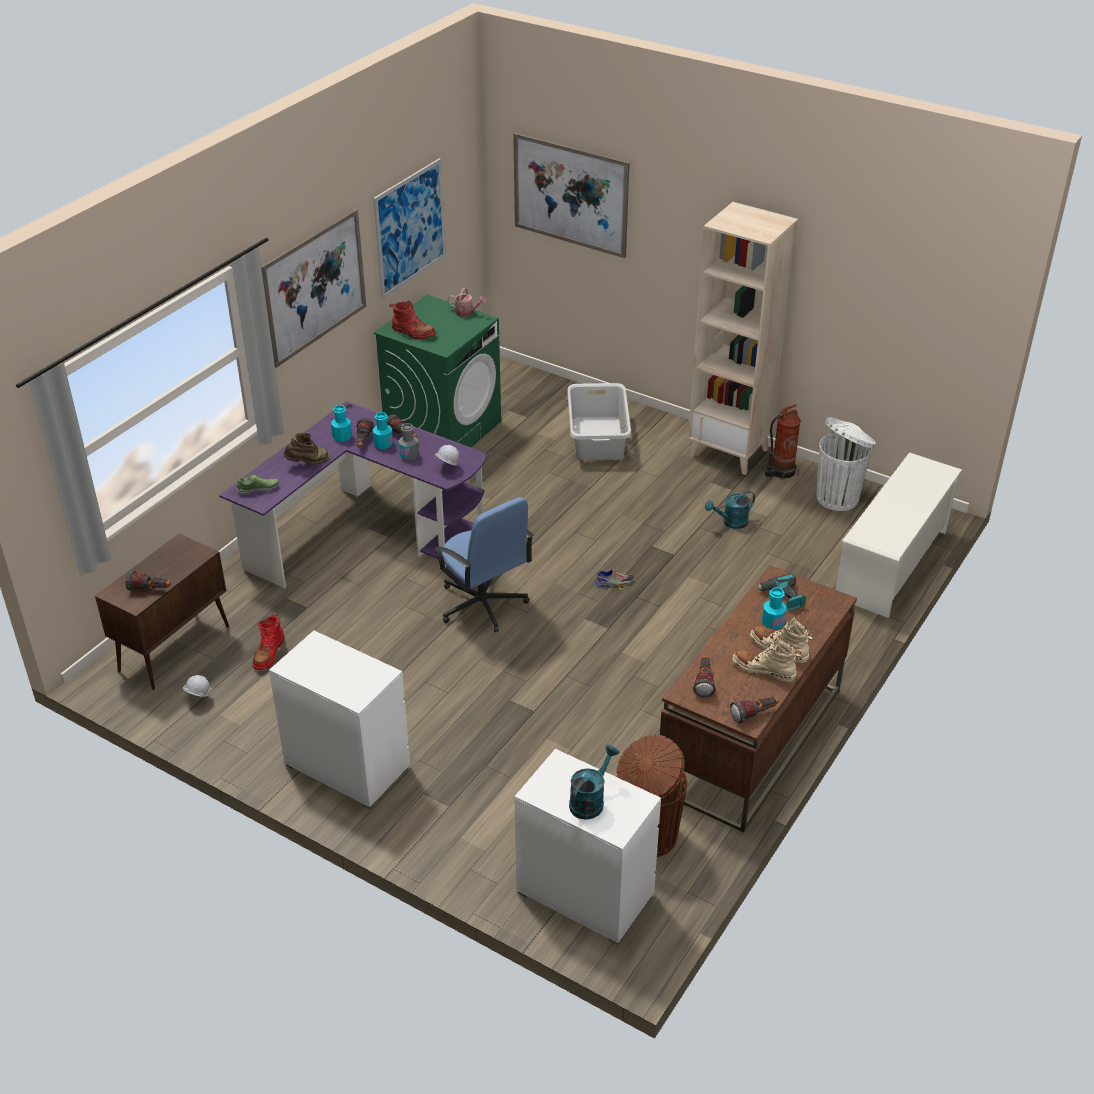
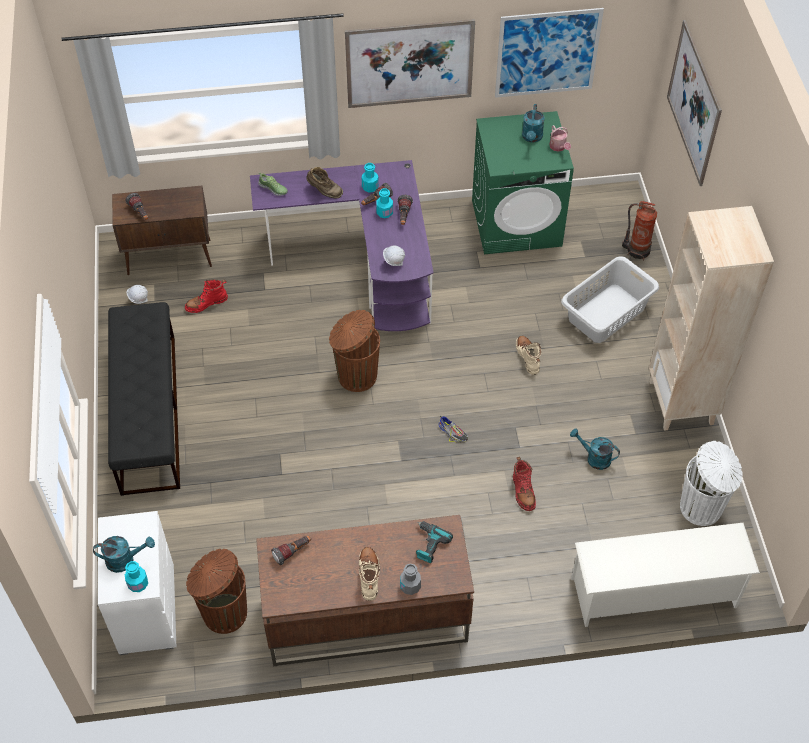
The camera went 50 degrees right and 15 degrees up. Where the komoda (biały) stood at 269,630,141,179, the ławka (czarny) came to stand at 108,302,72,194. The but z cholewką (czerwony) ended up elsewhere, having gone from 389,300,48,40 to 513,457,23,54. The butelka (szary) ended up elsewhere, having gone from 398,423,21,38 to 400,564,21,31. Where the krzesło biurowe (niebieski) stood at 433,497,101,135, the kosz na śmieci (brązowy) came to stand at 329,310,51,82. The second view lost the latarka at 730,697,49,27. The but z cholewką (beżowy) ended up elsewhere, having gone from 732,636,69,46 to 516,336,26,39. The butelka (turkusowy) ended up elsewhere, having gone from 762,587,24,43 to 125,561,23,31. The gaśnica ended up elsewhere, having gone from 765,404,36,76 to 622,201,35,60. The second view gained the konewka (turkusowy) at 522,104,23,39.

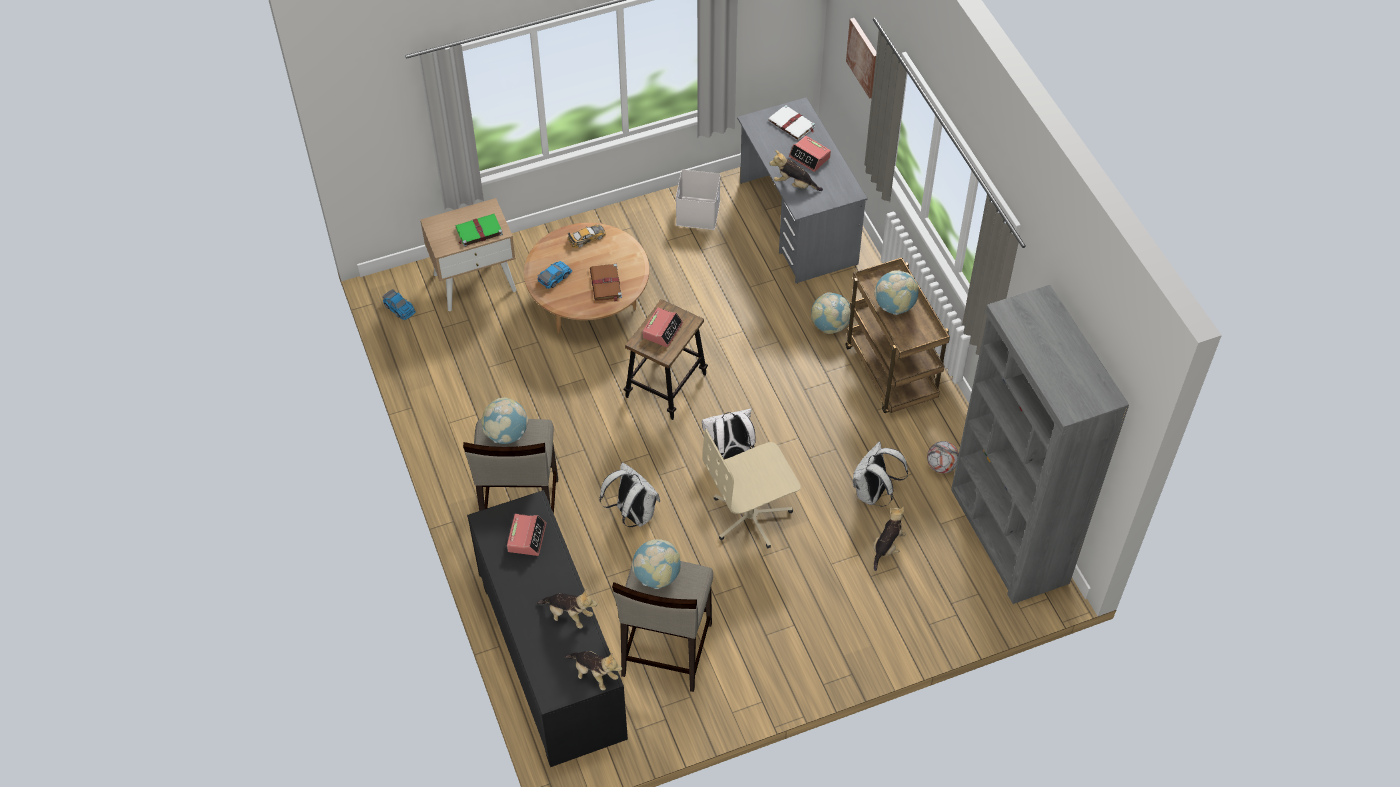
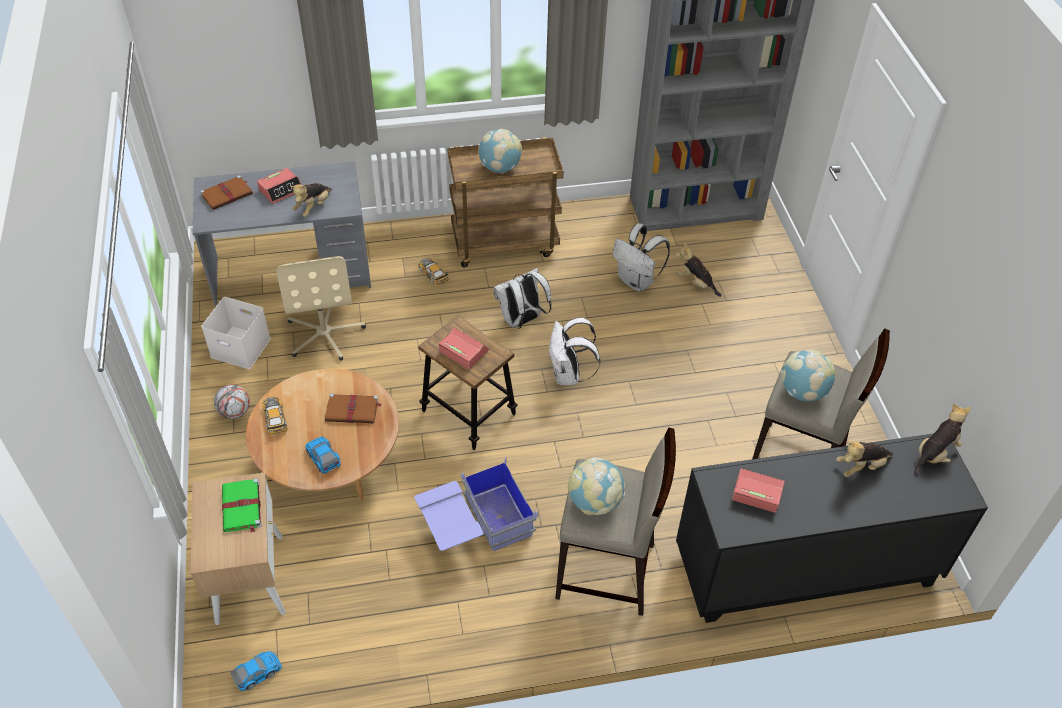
The camera went 80 degrees left and 5 degrees down. The pluszak at 537,590,60,39 ended up facing another way, 150 degrees counterclockwise from before. The plecak (biały) ended up elsewhere, having gone from 599,463,61,64 to 493,268,59,61. The krzesło biurowe (beżowy) ended up elsewhere, having gone from 702,429,99,119 to 277,256,89,105. What was the książka (biały) at 768,105,47,35 turned into the książka (brązowy) at 200,175,53,35. Where the globus stood at 811,292,40,42, the samochodzik came to stand at 418,258,31,28. The second view lost the obraz at 846,18,30,81. The piłka futbolowa ended up elsewhere, having gone from 927,441,32,32 to 214,384,36,35. The second view gained the pojemnik do przechowywania (niebieski) at 414,456,124,95.

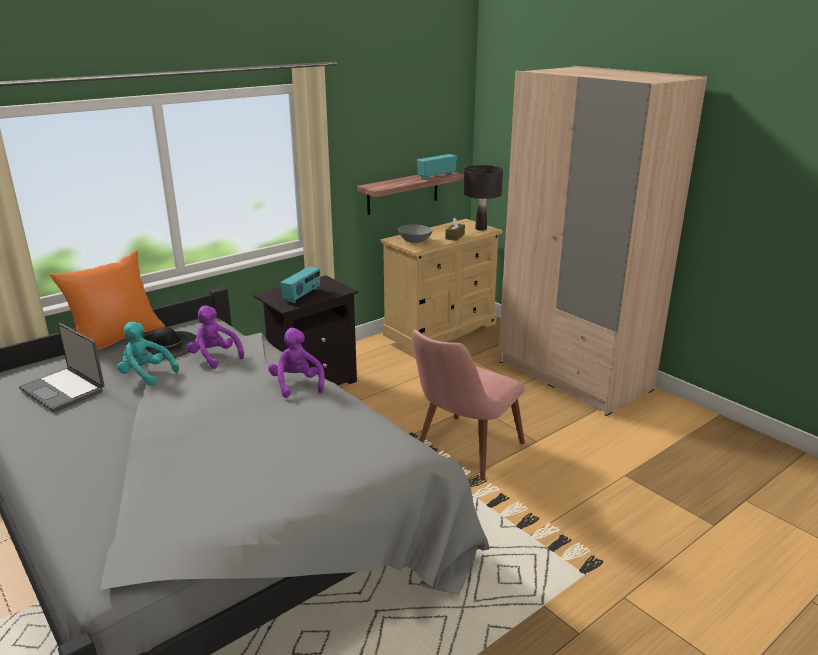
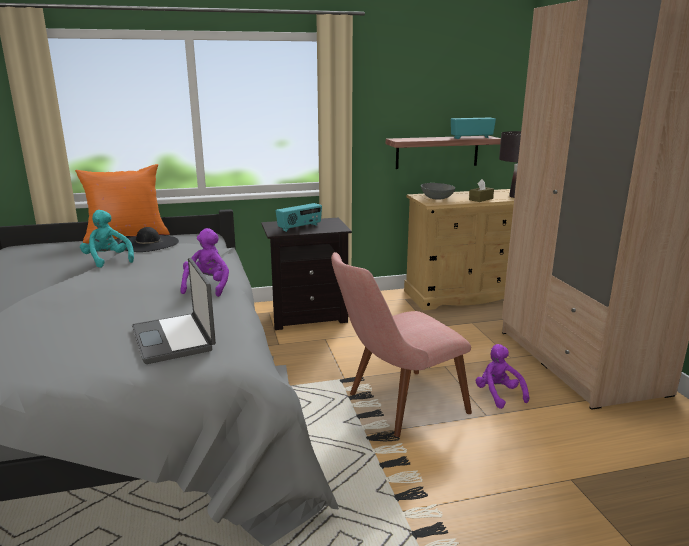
The camera went 25 degrees right and 5 degrees down. The laptop ended up elsewhere, having gone from 19,323,86,89 to 132,258,84,106. The pluszak (fioletowy) ended up elsewhere, having gone from 187,306,57,63 to 476,344,53,65.

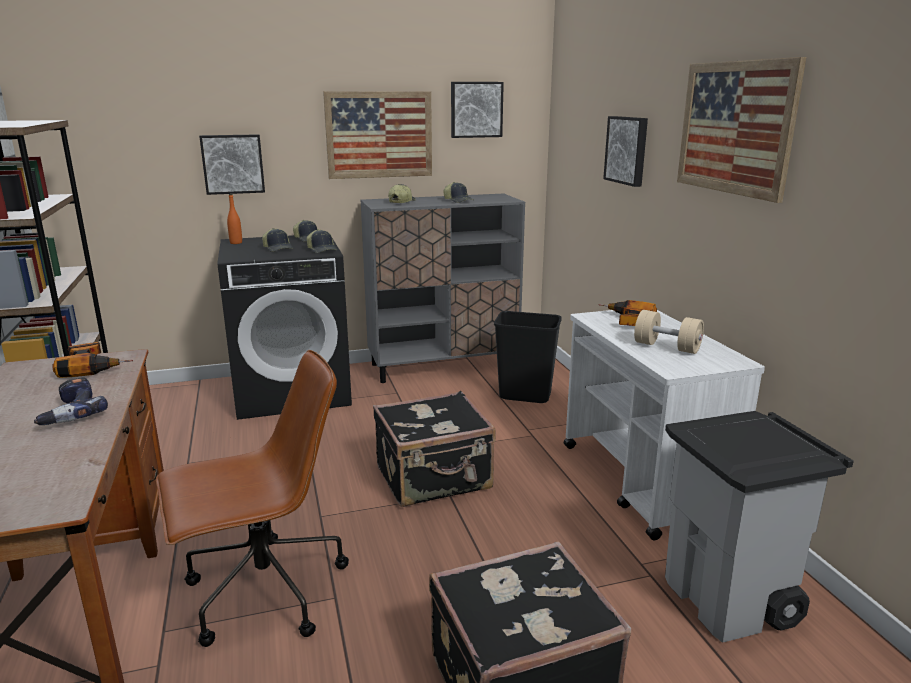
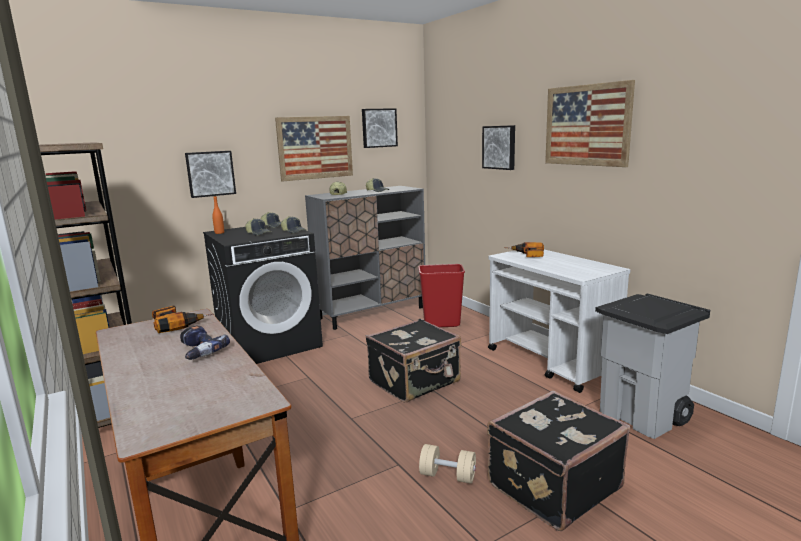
The camera went 15 degrees left and 5 degrees down. The second view lost the krzesło biurowe (brązowy) at 156,350,193,297. What was the kosz na śmieci (czarny) at 494,311,68,92 turned into the kosz na śmieci (czerwony) at 418,264,47,63. The hantel (beżowy) ended up elsewhere, having gone from 634,310,70,44 to 419,444,57,40.

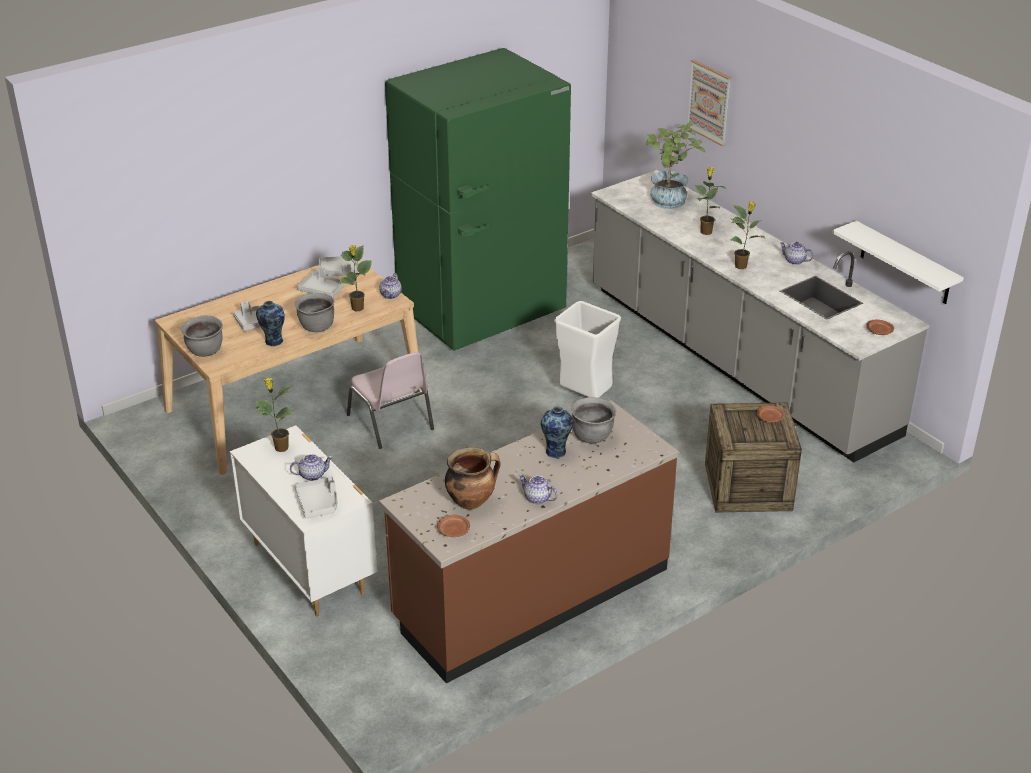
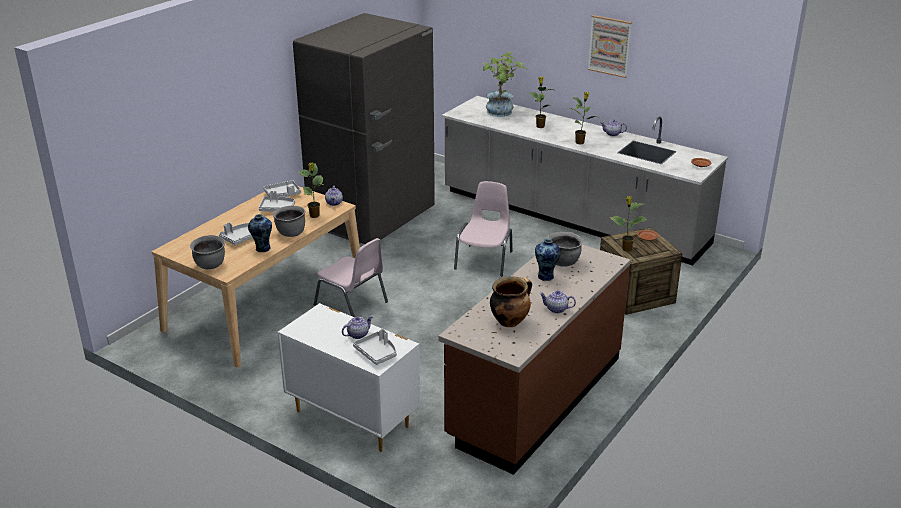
The camera went 20 degrees left and 5 degrees down. The roślina doniczkowa ended up elsewhere, having gone from 256,378,38,74 to 610,196,38,56. What was the lodówka (zielony) at 385,48,186,303 turned into the lodówka (szary) at 293,13,142,231. The second view lost the talerz (brązowy) at 437,514,33,23. Where the kosz na śmieci (biały) stood at 554,301,67,97, the krzesło (różowy) came to stand at 454,181,59,95. The obraz ended up elsewhere, having gone from 687,59,44,87 to 588,15,44,63. The second view lost the półka (biały) at 832,221,132,83.

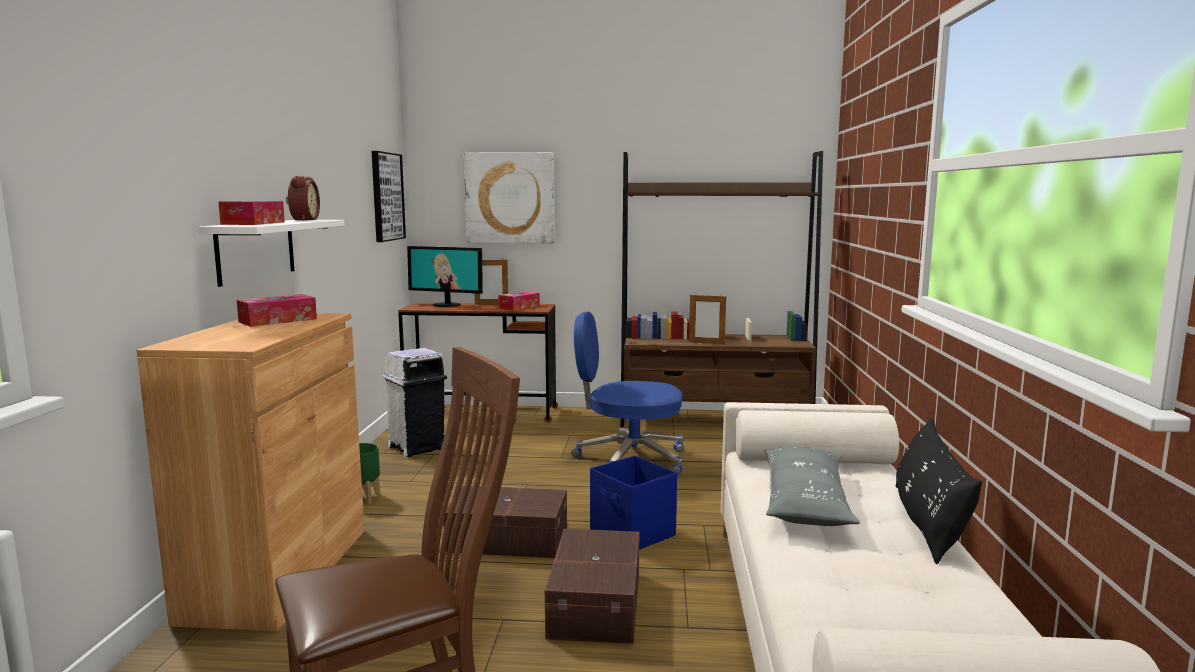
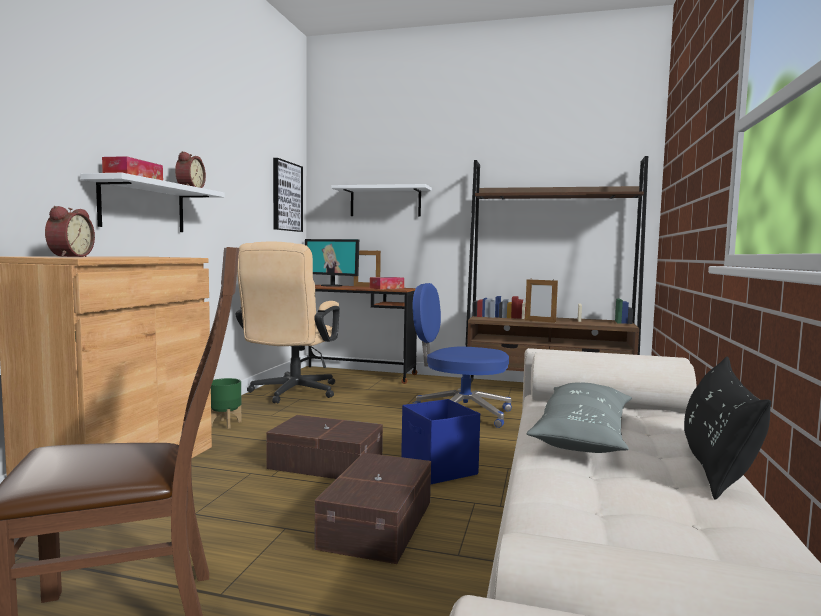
The camera went 10 degrees right and 5 degrees down. The second view lost the pudełko chusteczek at 237,294,80,33. Where the kosz na śmieci (biały) stood at 383,348,64,109, the krzesło biurowe (beżowy) came to stand at 235,242,105,162. Where the obraz hung at 464,152,91,92, the półka (biały) came to hang at 331,184,101,32. The second view gained the budzik at 45,206,50,51.

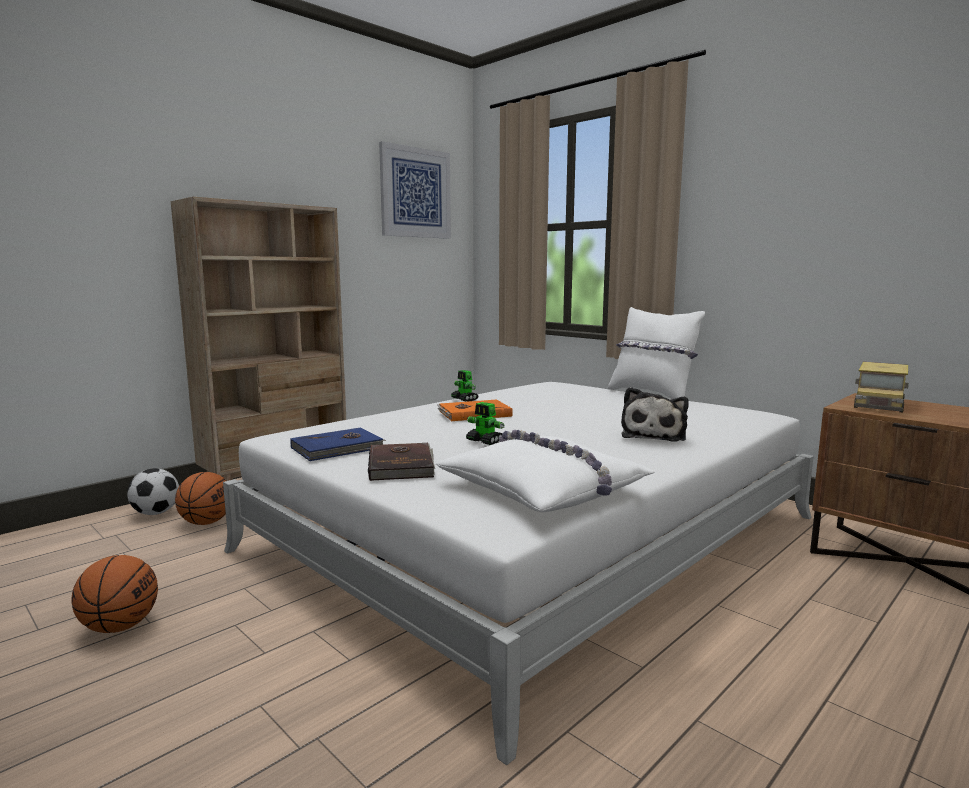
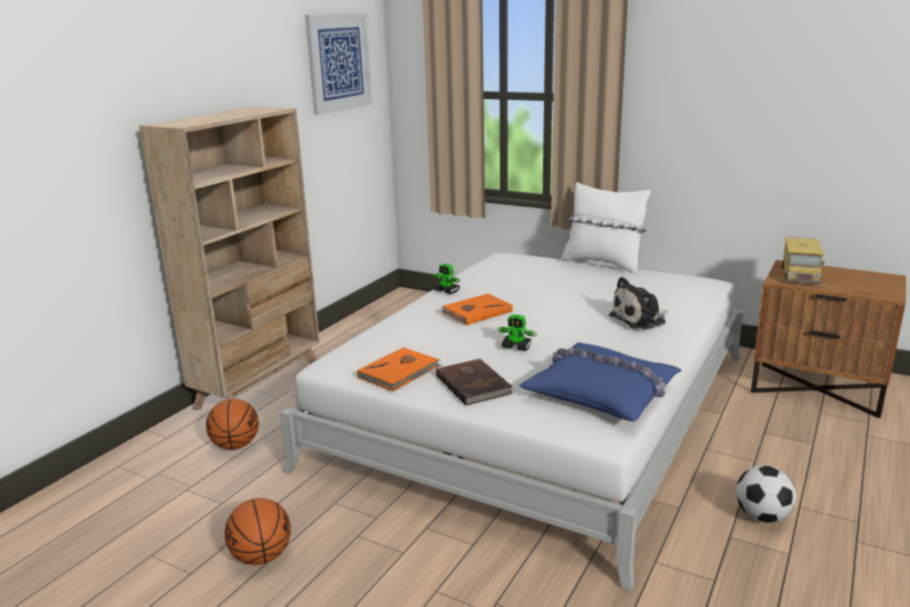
The camera went 15 degrees left and 10 degrees up. The piłka futbolowa ended up elsewhere, having gone from 127,468,52,47 to 736,465,60,58. What was the książka (niebieski) at 290,428,96,33 turned into the książka (pomarańczowy) at 357,347,84,45. What was the poduszka (biały) at 436,430,219,82 turned into the poduszka (niebieski) at 519,342,163,80. The pluszak at 621,387,68,55 ended up facing another way, 60 degrees clockwise from before.

